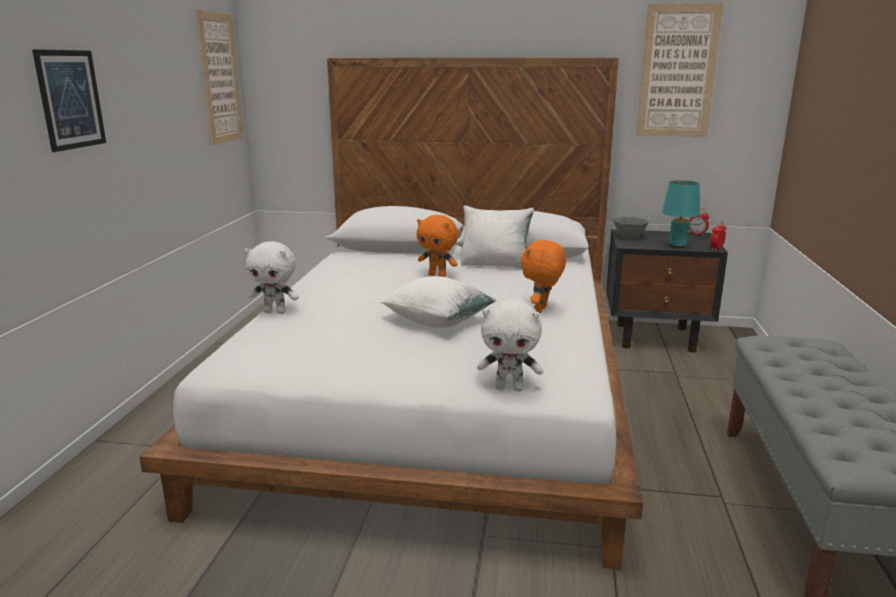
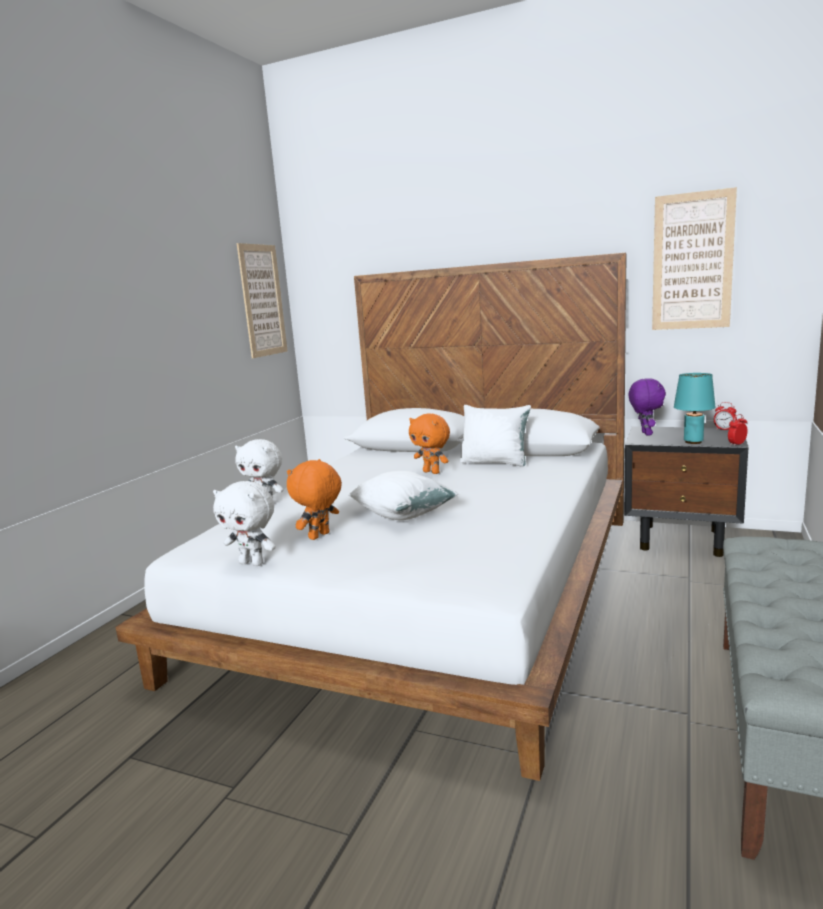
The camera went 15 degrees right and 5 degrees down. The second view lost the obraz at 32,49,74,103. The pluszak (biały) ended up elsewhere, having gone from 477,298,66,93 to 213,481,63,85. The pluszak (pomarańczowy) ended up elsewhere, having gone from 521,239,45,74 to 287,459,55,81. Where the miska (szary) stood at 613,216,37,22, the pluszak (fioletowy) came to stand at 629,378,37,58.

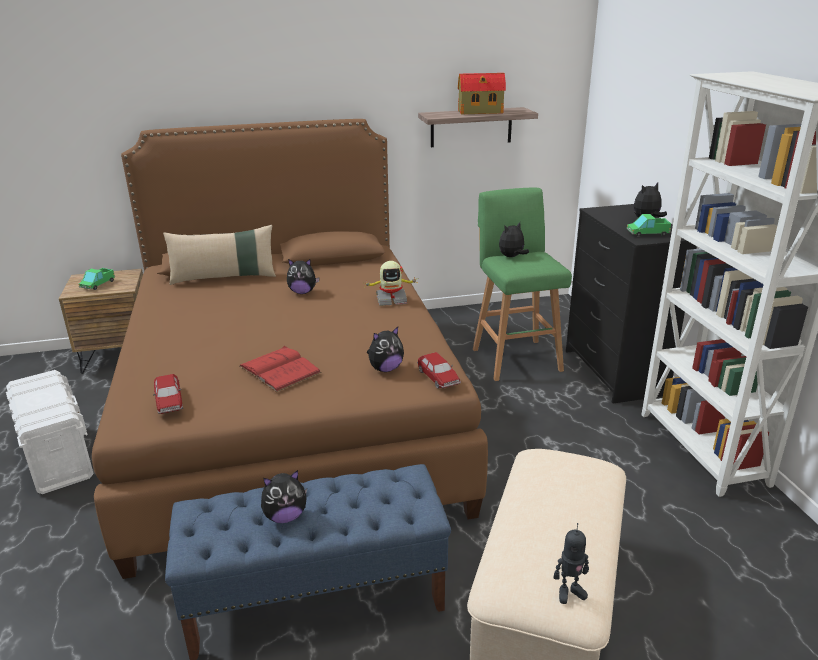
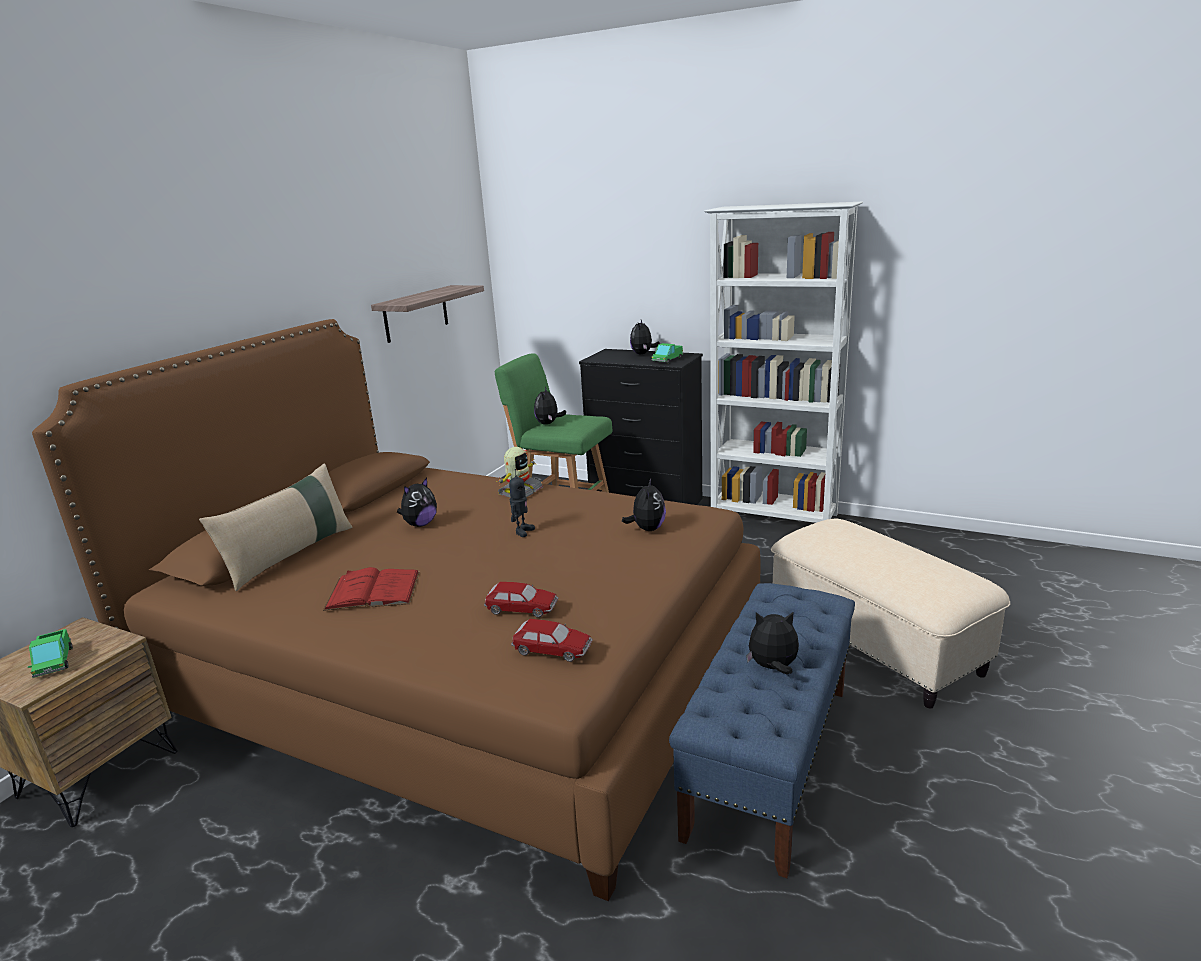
The camera went 50 degrees left and 5 degrees down. The second view lost the pojemnik do przechowywania (biały) at 6,370,87,124. The książka (czerwony) ended up elsewhere, having gone from 239,346,83,46 to 323,567,97,44. The pluszak at 261,470,46,53 ended up facing another way, 105 degrees counterclockwise from before. The samochodzik ended up elsewhere, having gone from 417,352,44,37 to 484,582,74,36. The second view lost the domek at 458,73,48,41. The robot zabawkowy ended up elsewhere, having gone from 554,523,35,81 to 509,469,26,68.

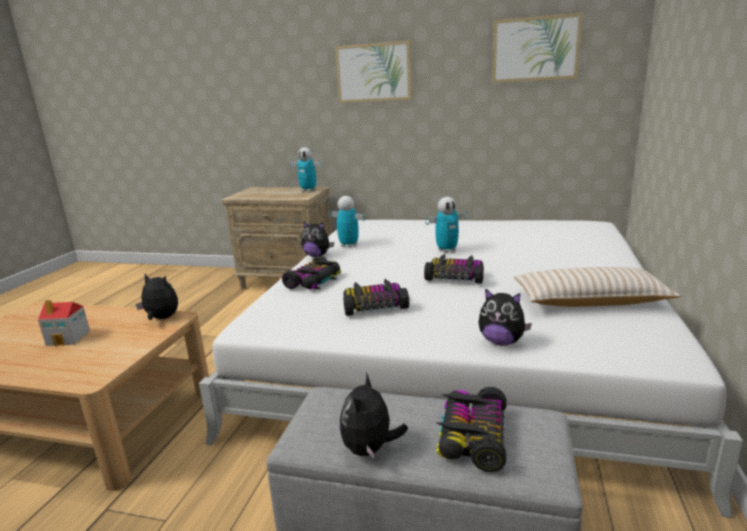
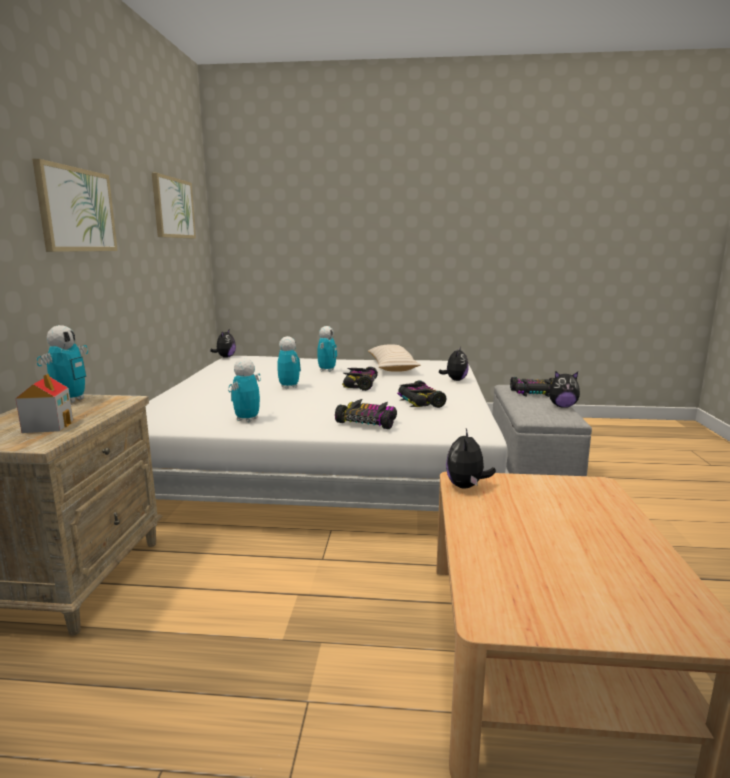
The camera went 100 degrees left and 5 degrees down. The domek ended up elsewhere, having gone from 38,300,52,46 to 16,374,57,59. The pluszak ended up elsewhere, having gone from 301,221,33,36 to 210,330,26,28. The second view gained the robot zabawkowy at 317,326,20,46.

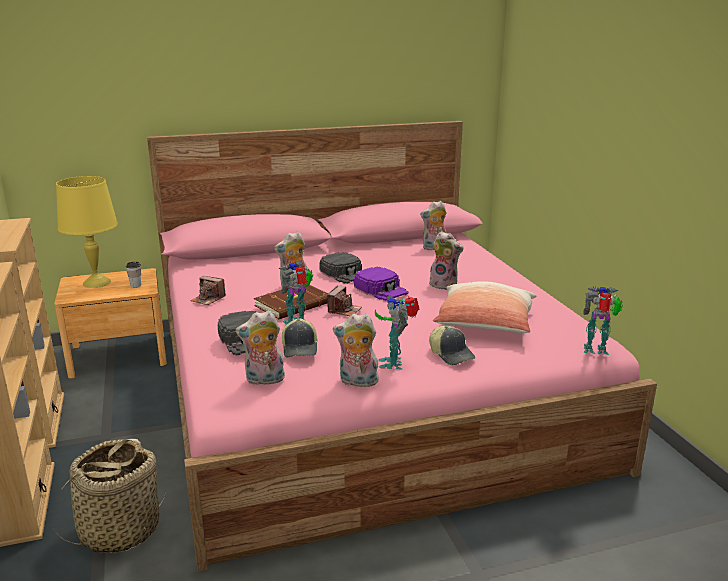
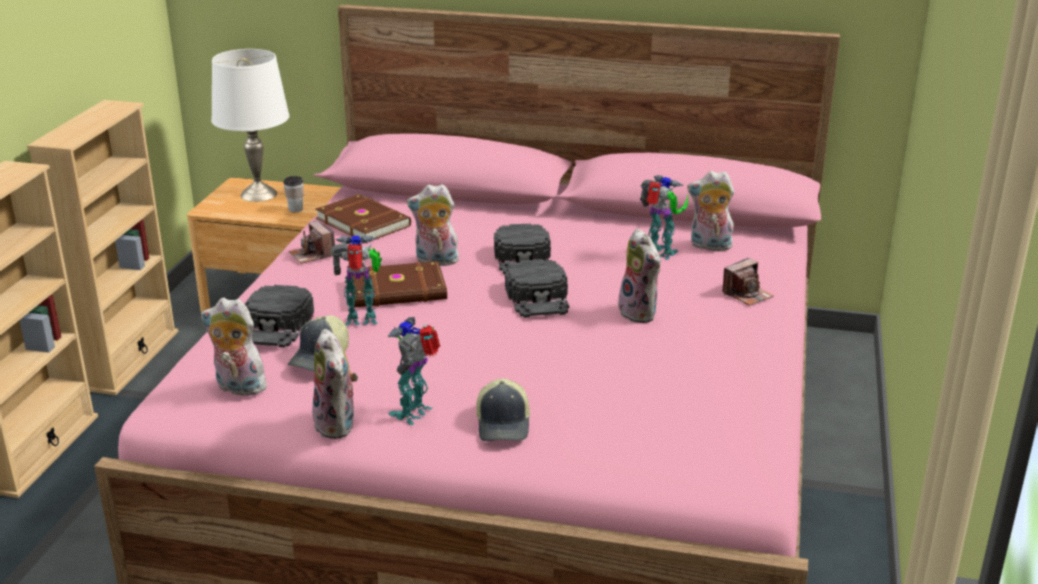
The camera went 30 degrees right and 5 degrees up. The second view lost the koszyk at 52,439,114,114. What was the lampa stołowa (żółty) at 56,176,62,112 turned into the lampa stołowa (biały) at 211,49,79,153. The aparat fotograficzny ended up elsewhere, having gone from 327,285,35,31 to 722,258,52,48. The pluszak at 333,313,47,74 ended up facing another way, 150 degrees counterclockwise from before. What was the czapka z daszkiem (fioletowy) at 354,267,54,34 turned into the czapka z daszkiem (czarny) at 505,259,64,59. The second view lost the poduszka at 433,281,103,52. The robot zabawkowy ended up elsewhere, having gone from 583,286,40,69 to 640,175,48,85. The second view gained the książka (brązowy) at 315,194,96,49.

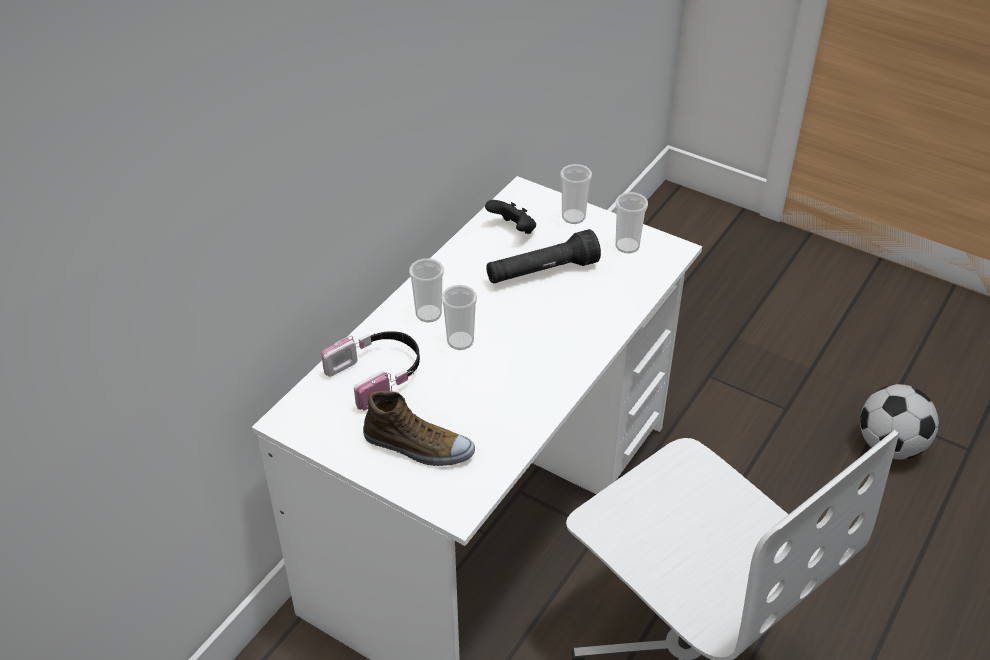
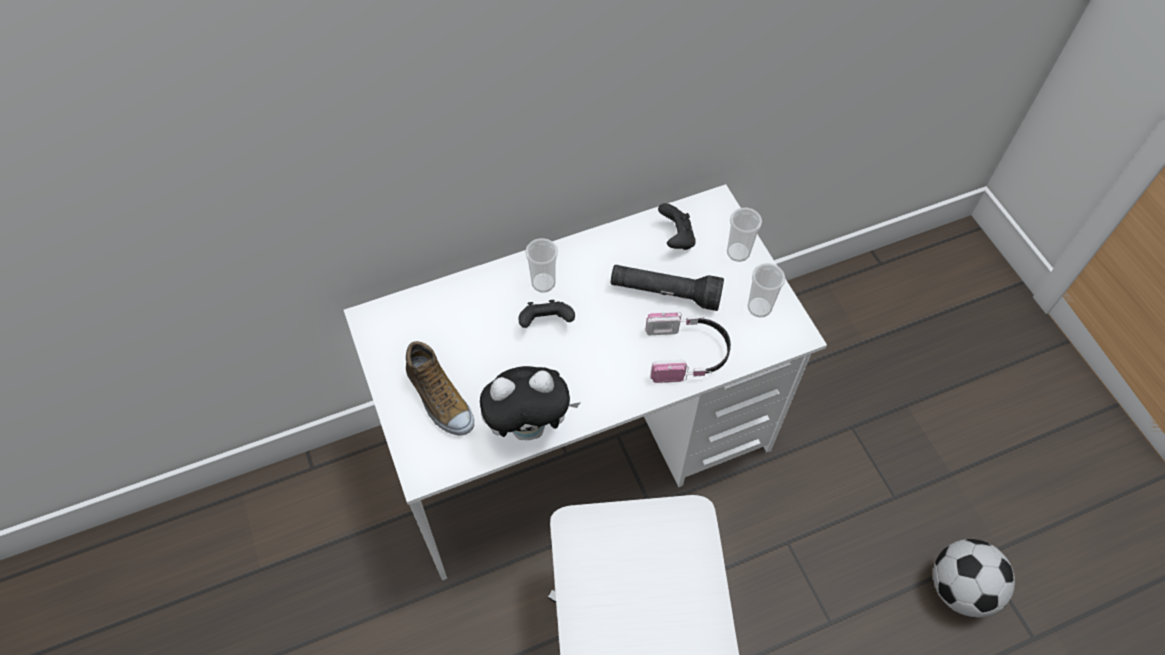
The camera went 35 degrees right and 15 degrees up. The słuchawki ended up elsewhere, having gone from 321,331,99,80 to 645,312,86,71. Where the filiżanka stood at 441,285,36,65, the pad do gier (czarny) came to stand at 518,300,57,28. The second view gained the pluszak at 480,366,101,74.

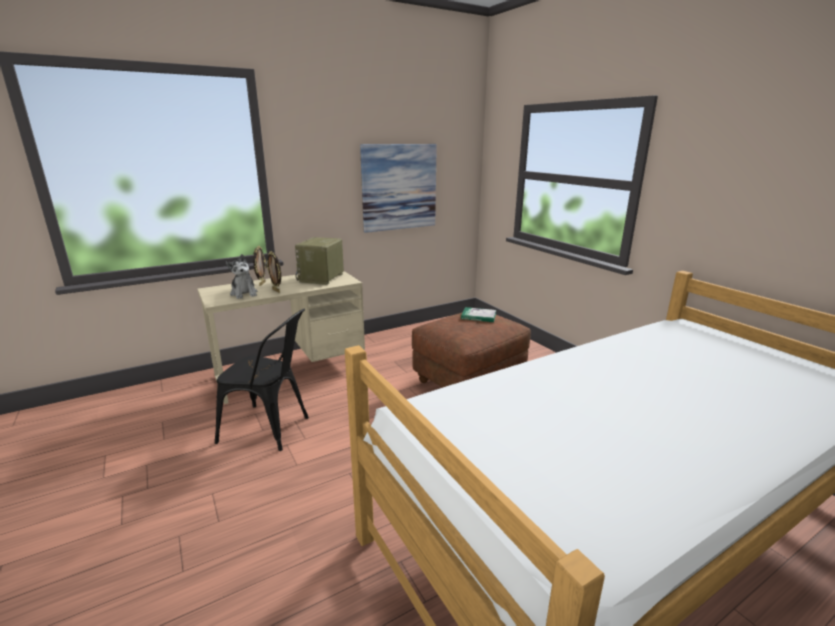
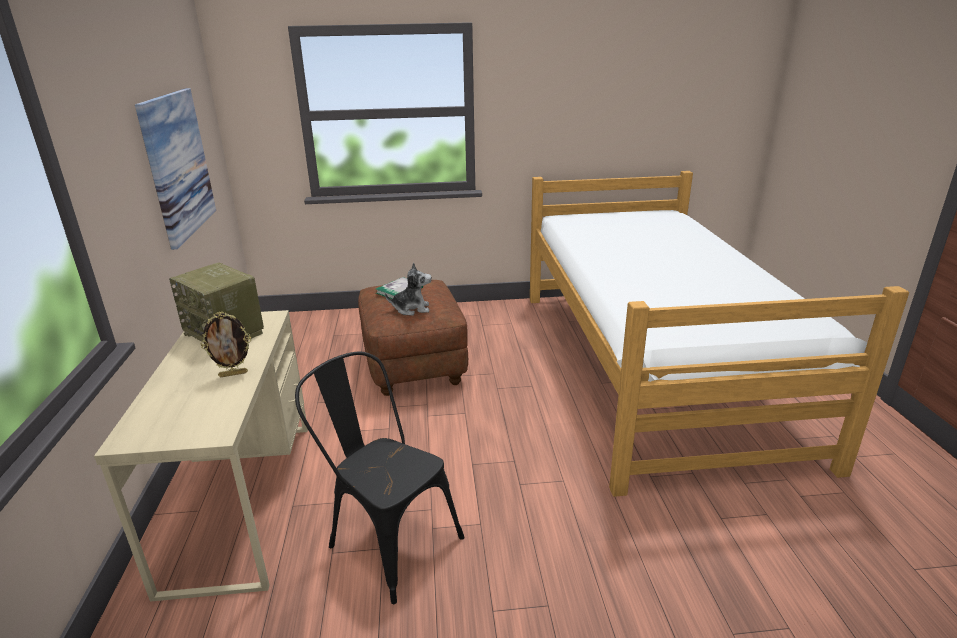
The camera went 65 degrees left and 5 degrees up. The krzesło (czarny) at 215,309,94,142 ended up facing another way, 90 degrees counterclockwise from before. The pluszak ended up elsewhere, having gone from 226,254,31,45 to 385,262,47,54. The second view lost the ramka na zdjęcie at 253,246,13,40.

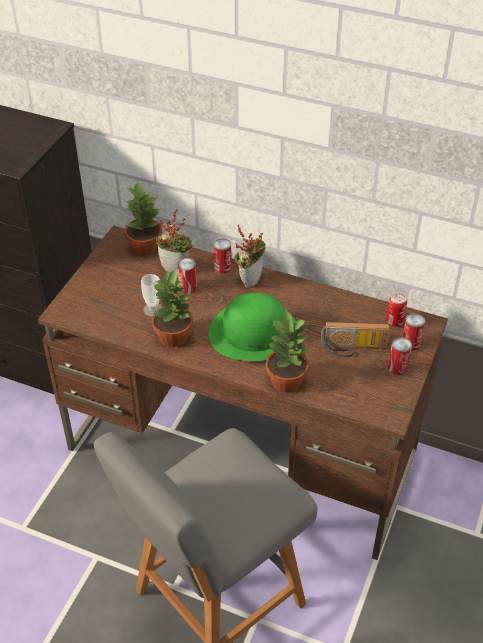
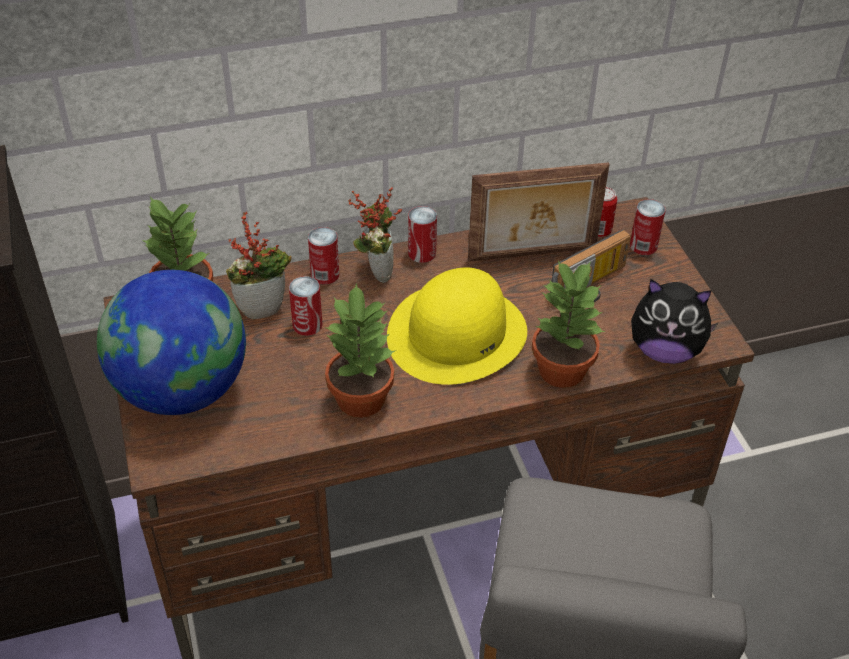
The camera went 40 degrees left and 0 degrees up. The second view lost the filiżanka at 141,274,22,43. What was the kapelusz (zielony) at 208,293,88,68 turned into the kapelusz (żółty) at 387,267,140,118. The puszka ended up elsewhere, having gone from 388,337,24,38 to 408,206,29,57. The second view gained the globus at 97,270,149,145. The second view gained the ramka na zdjęcie at 468,162,141,100. The second view gained the pluszak at 631,279,88,85.

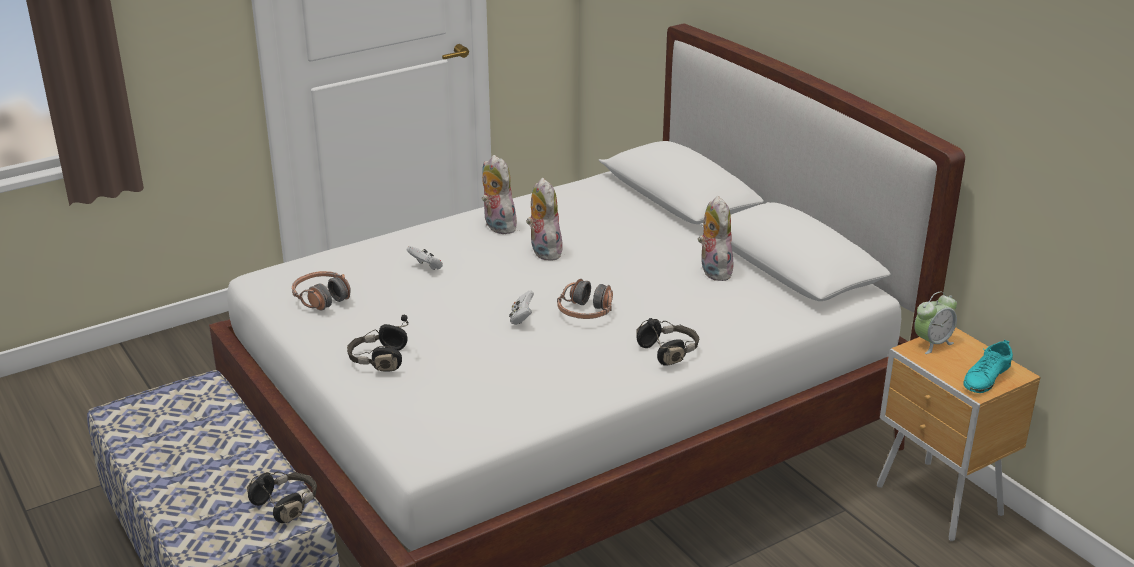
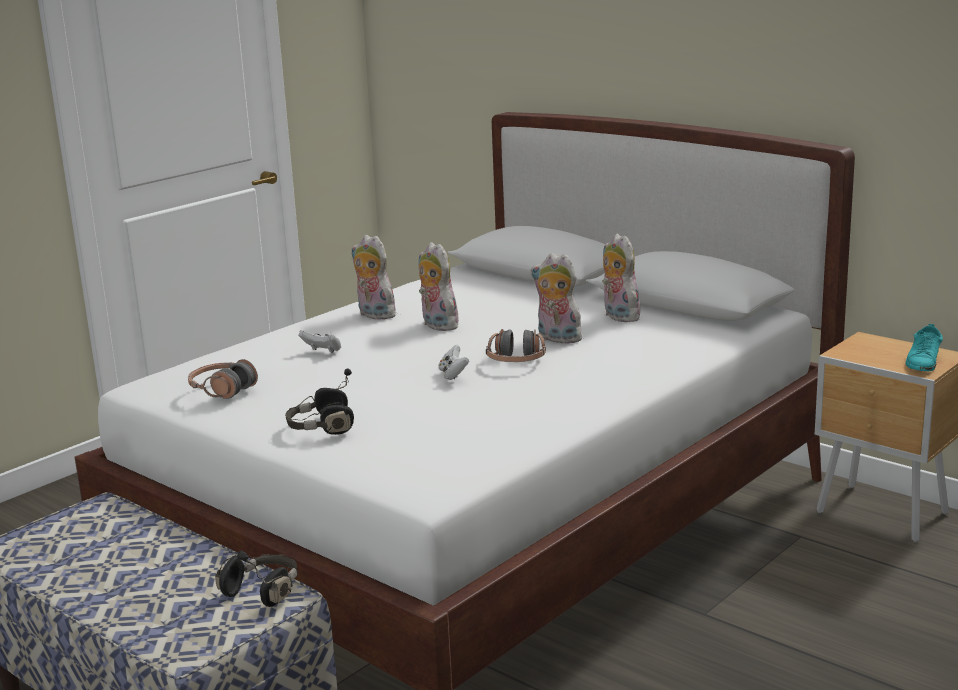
The camera went 15 degrees left and 10 degrees down. The second view lost the słuchawki (czarny) at 636,318,63,48. The second view lost the budzik at 914,292,43,62. The second view gained the pluszak at 531,253,51,92.

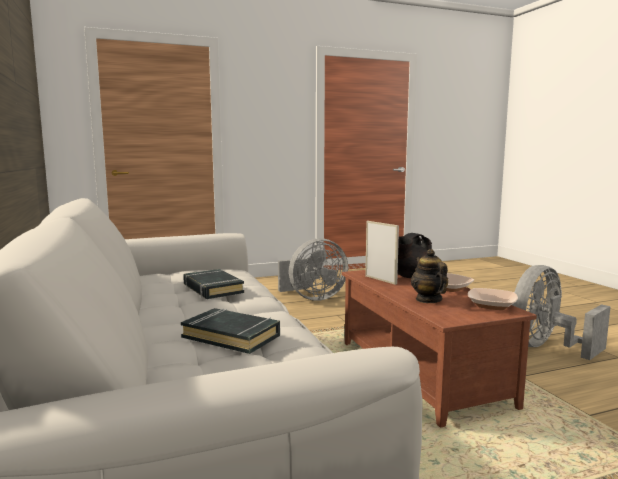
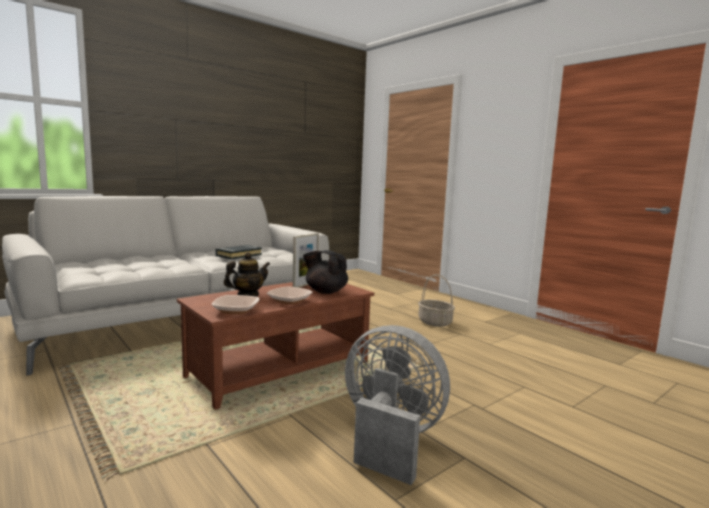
The camera went 70 degrees right and 0 degrees up. The second view lost the książka (czarny) at 181,308,99,46. Where the wentylator (szary) stood at 278,238,70,63, the koszyk came to stand at 418,274,37,53.

